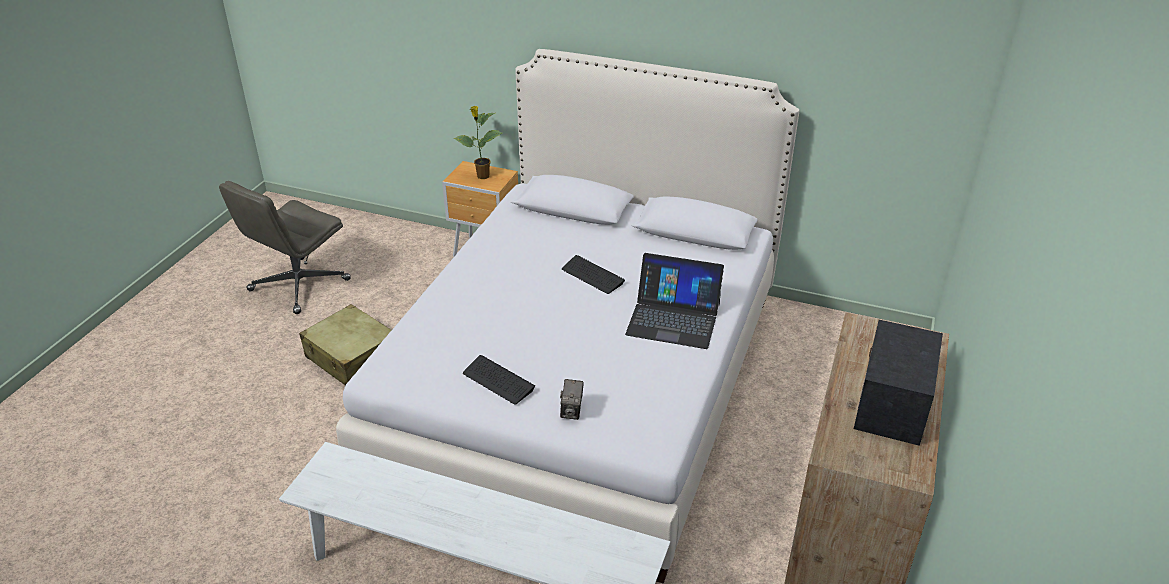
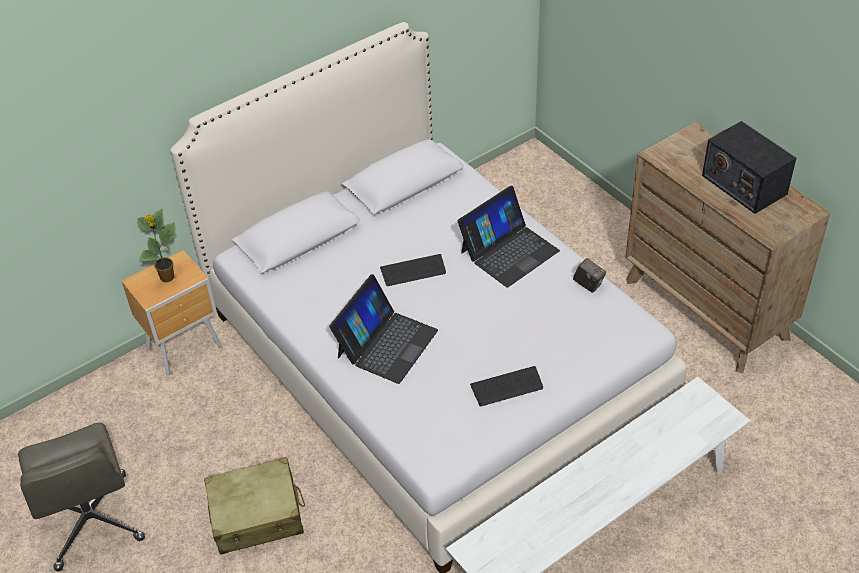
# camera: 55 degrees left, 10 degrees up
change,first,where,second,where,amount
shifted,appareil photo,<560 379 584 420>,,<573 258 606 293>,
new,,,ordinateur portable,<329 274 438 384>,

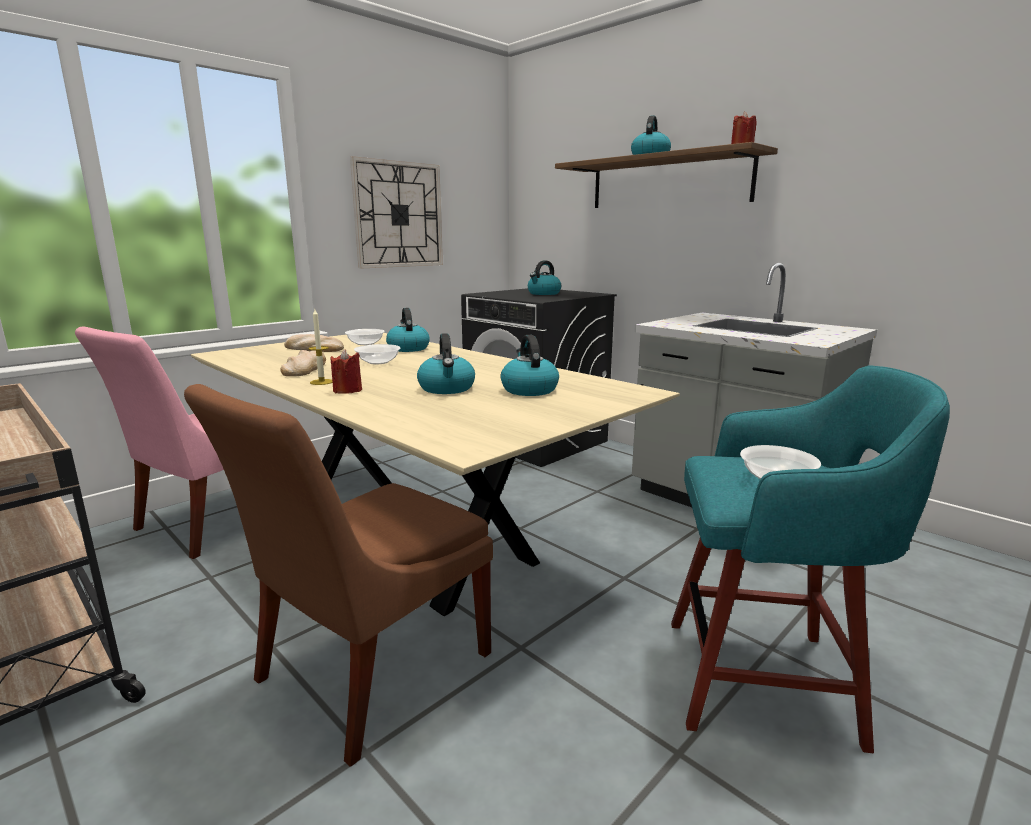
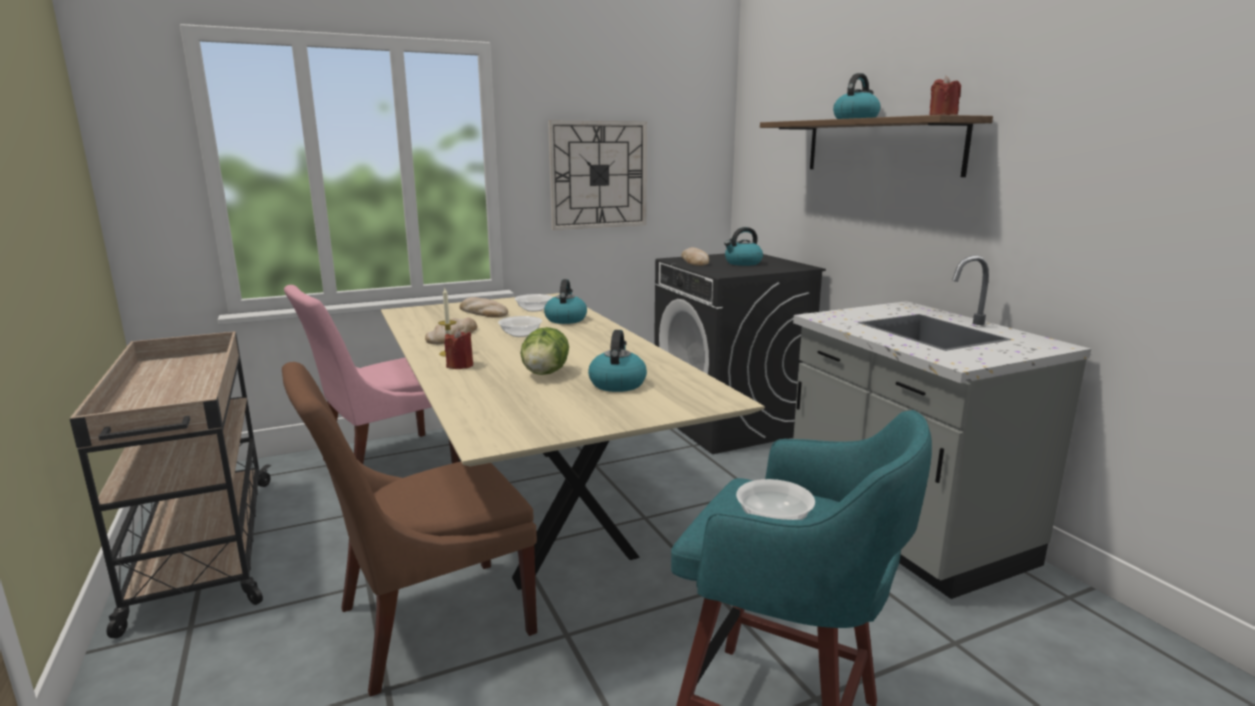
# camera: 20 degrees right, 0 degrees up
change,first,where,second,where,amount
swapped,bouilloire,<417 333 475 394>,laitue,<520 327 569 375>,
new,,,pain,<681 247 709 266>,

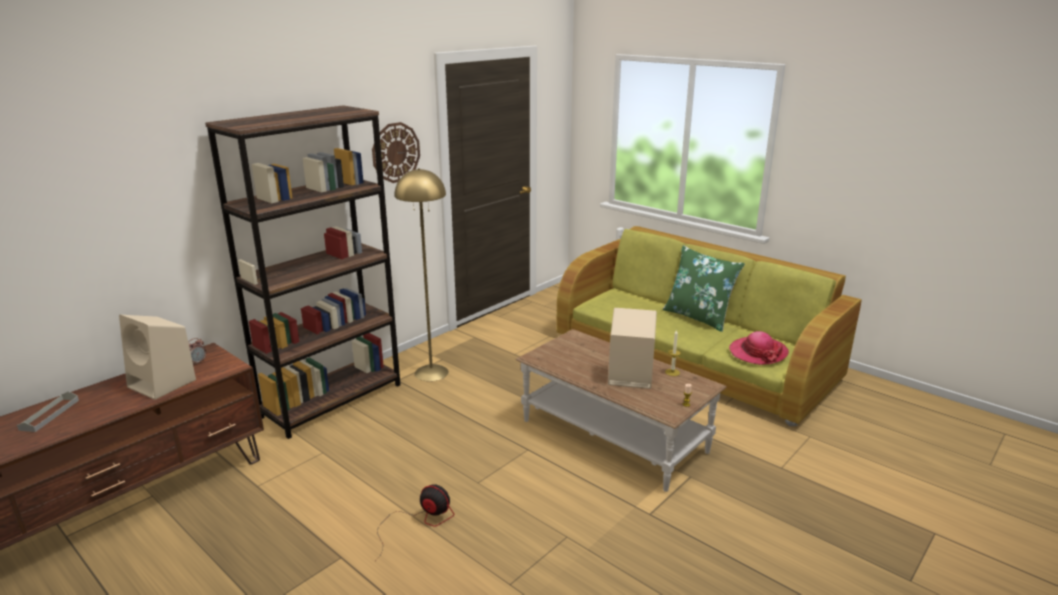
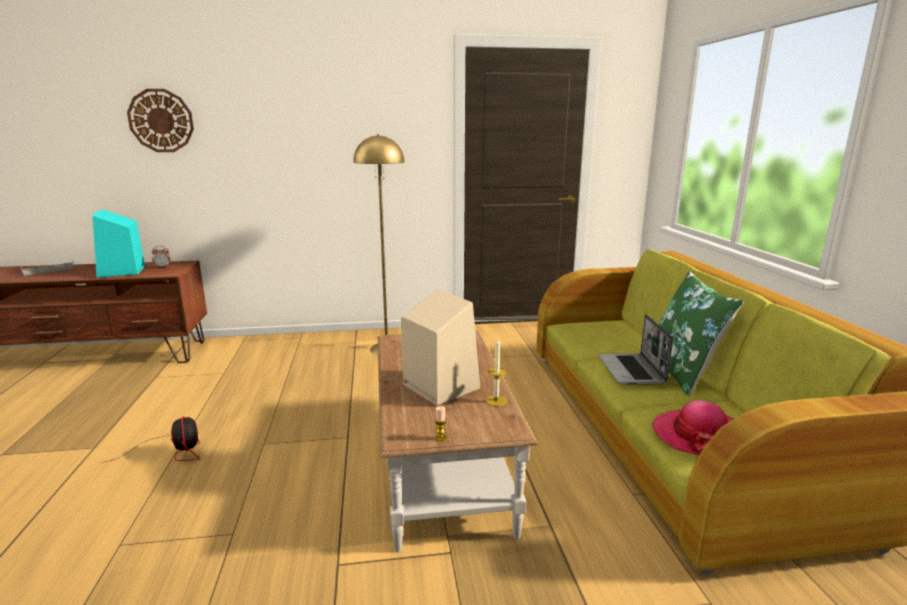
# camera: 40 degrees right, 5 degrees down
change,first,where,second,where,amount
gone,bibliothèque (marron),<205 105 401 439>,,,
shifted,horloge murale,<372 122 420 183>,,<127 89 194 152>,
repainted,enceinte (beige),<119 315 196 400>,enceinte (turquoise),<93 209 145 278>,
new,,,ordinateur portable,<598 314 673 385>,

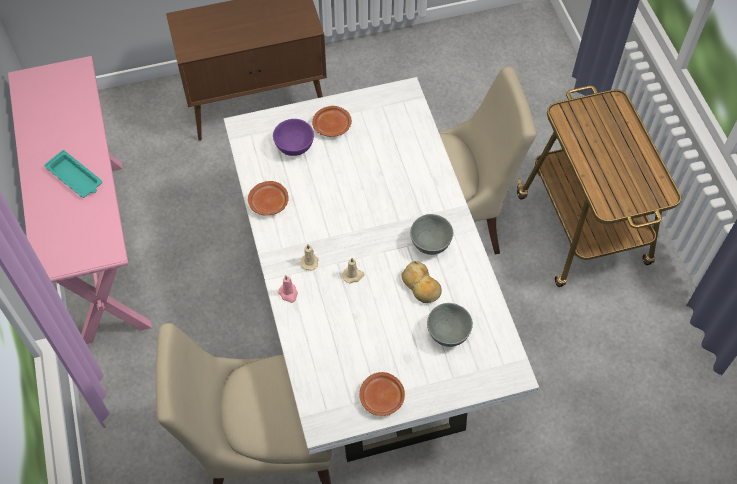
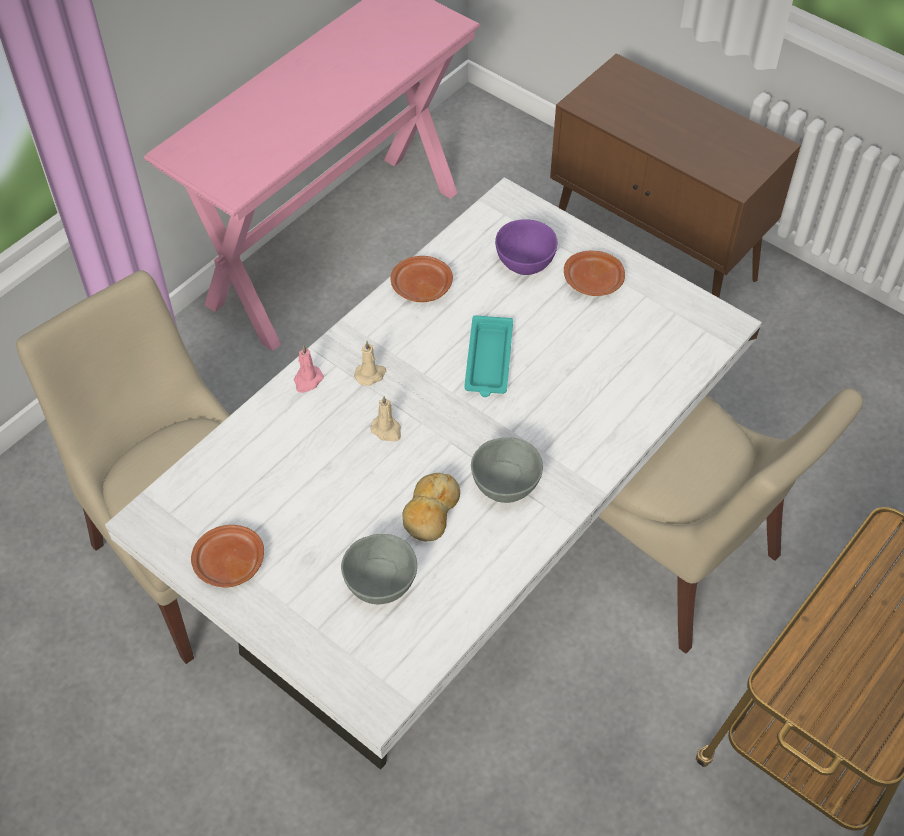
# camera: 55 degrees right, 5 degrees down
change,first,where,second,where,amount
shifted,plateau (turquoise),<44 150 102 198>,,<464 315 513 397>,

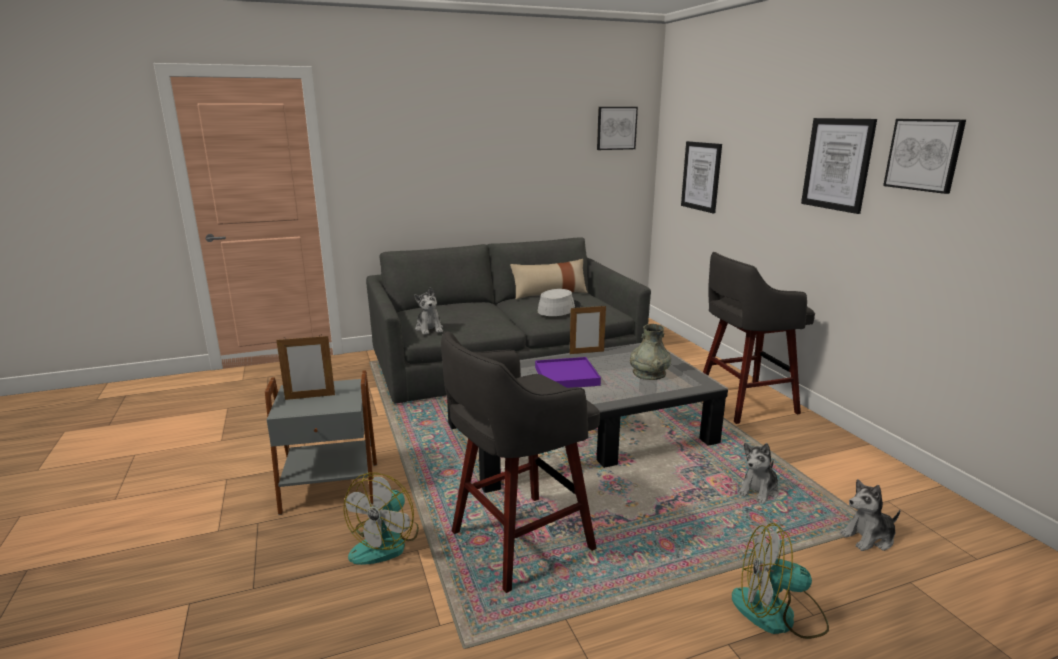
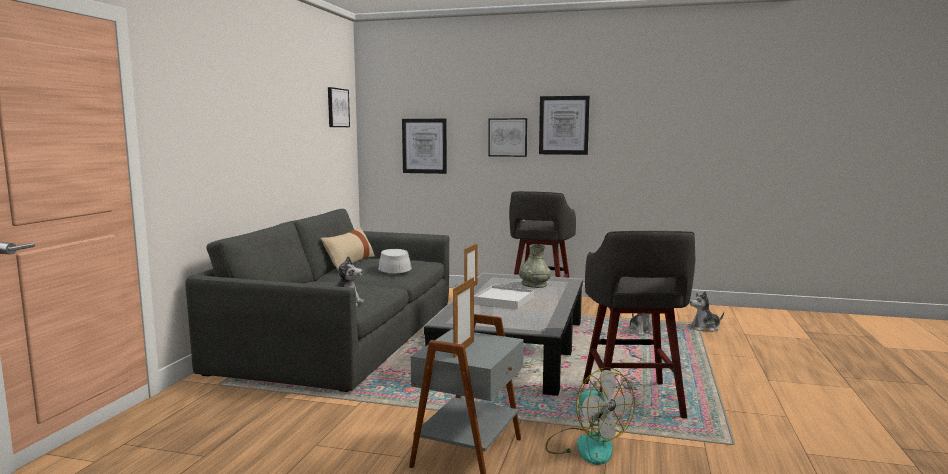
# camera: 55 degrees left, 10 degrees down
change,first,where,second,where,amount
shifted,tableau,<883 119 966 194>,,<488 118 527 157>,
repainted,plateau (violet),<535 357 601 388>,plateau (blanc),<474 286 534 309>,
rotated,peluche,<840 479 900 551>,,<688 291 724 332>,60 degrees clockwise
gone,ventilateur,<732 523 829 639>,,,

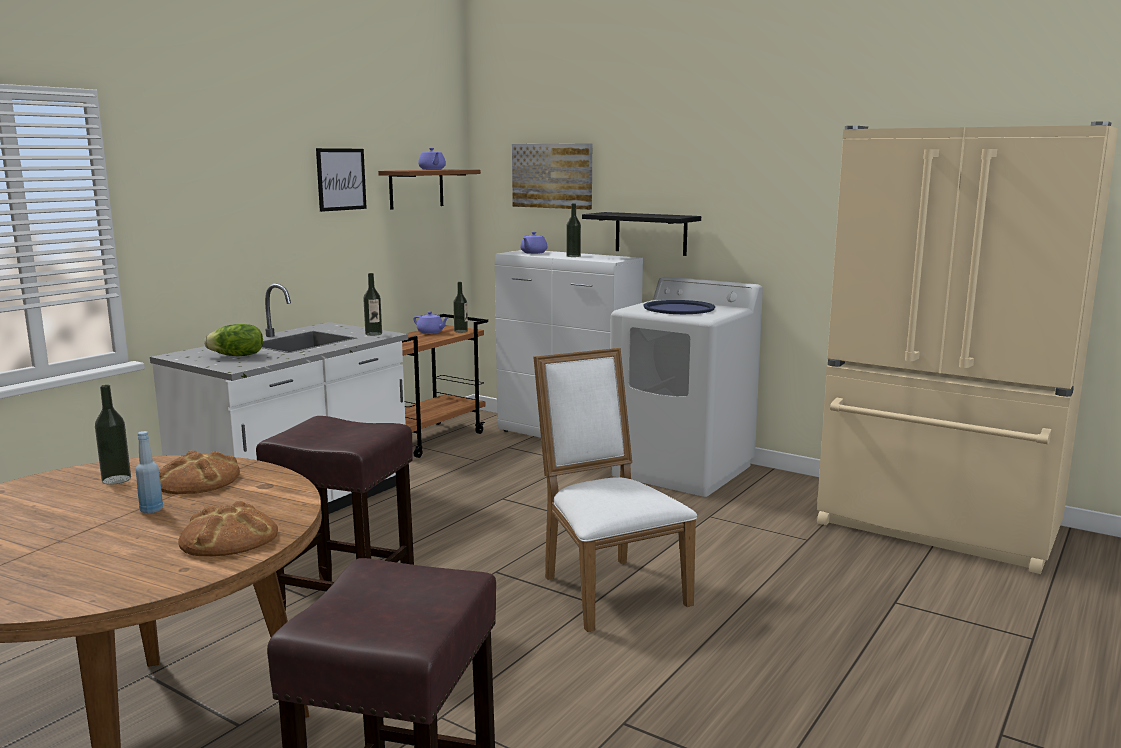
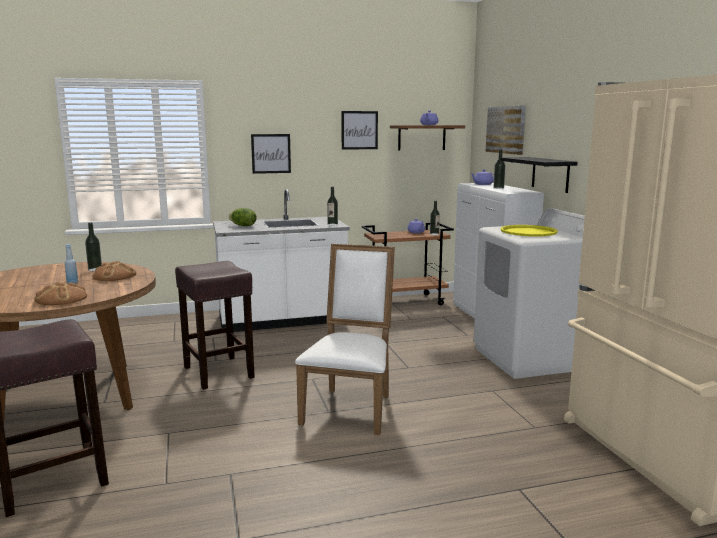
# camera: 40 degrees right, 0 degrees up
change,first,where,second,where,amount
repainted,plateau (bleu),<643 300 715 314>,plateau (jaune),<500 225 558 237>,
new,,,tableau,<251 134 291 174>,

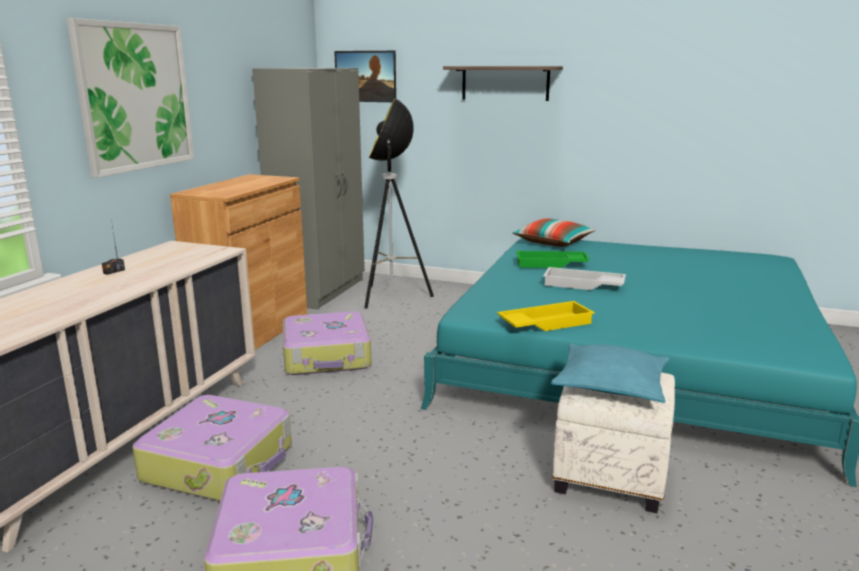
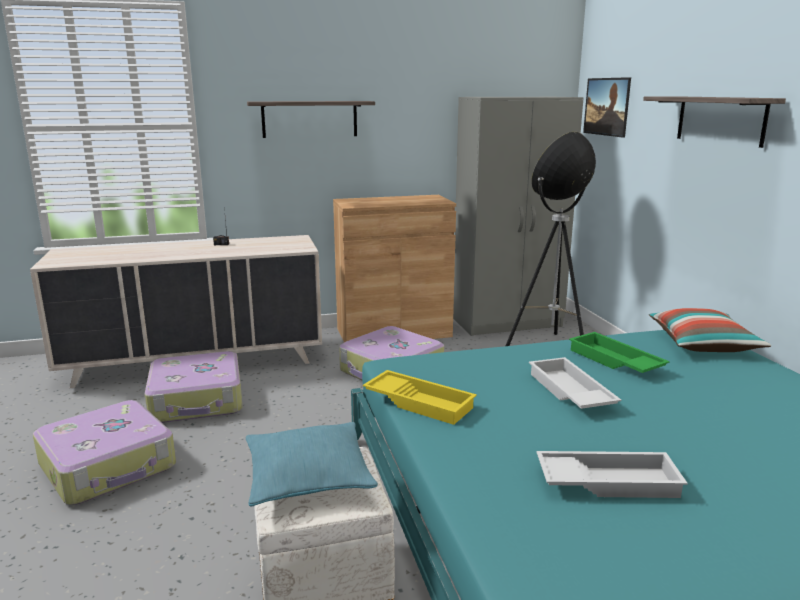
# camera: 55 degrees right, 0 degrees up
change,first,where,second,where,amount
swapped,tableau,<66 18 195 178>,étagère,<247 101 375 138>,
new,,,plateau (blanc),<536 451 688 498>,

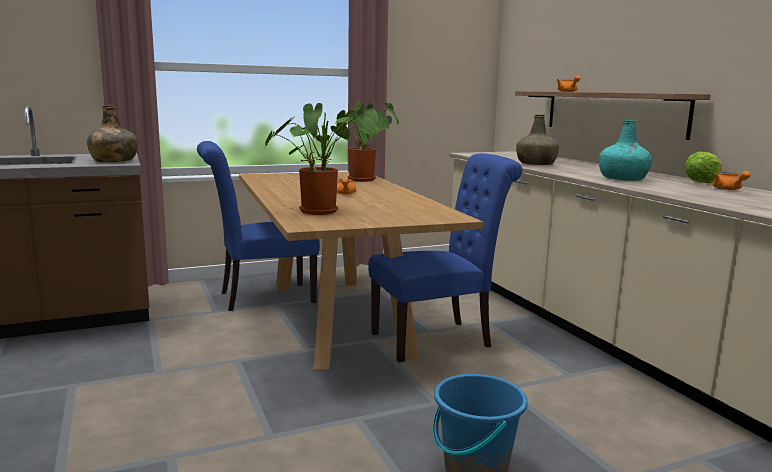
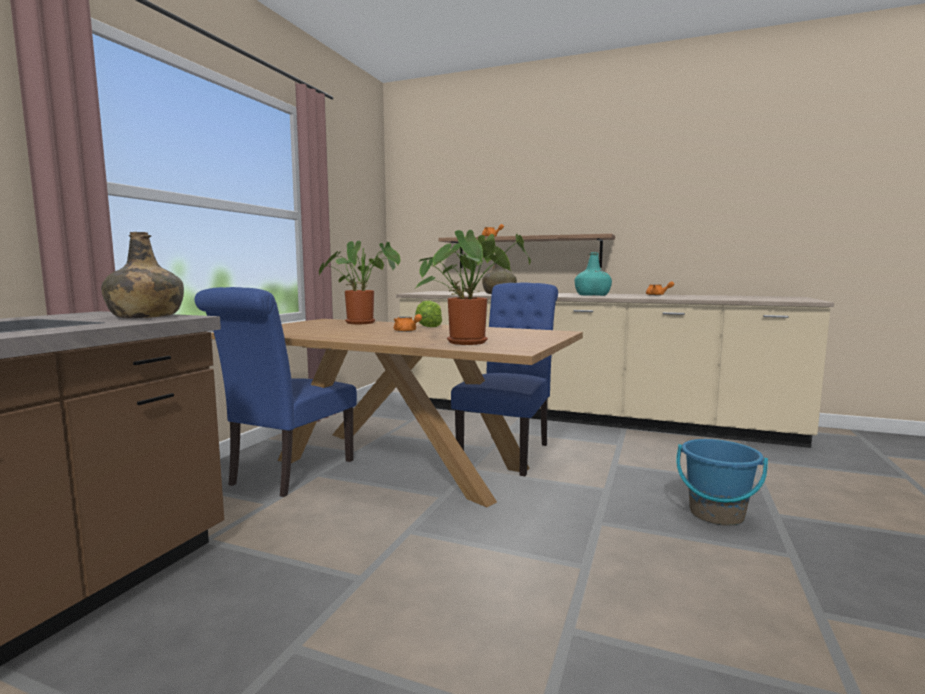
# camera: 45 degrees left, 5 degrees down
change,first,where,second,where,amount
shifted,laitue,<684 152 721 184>,,<415 300 442 327>,

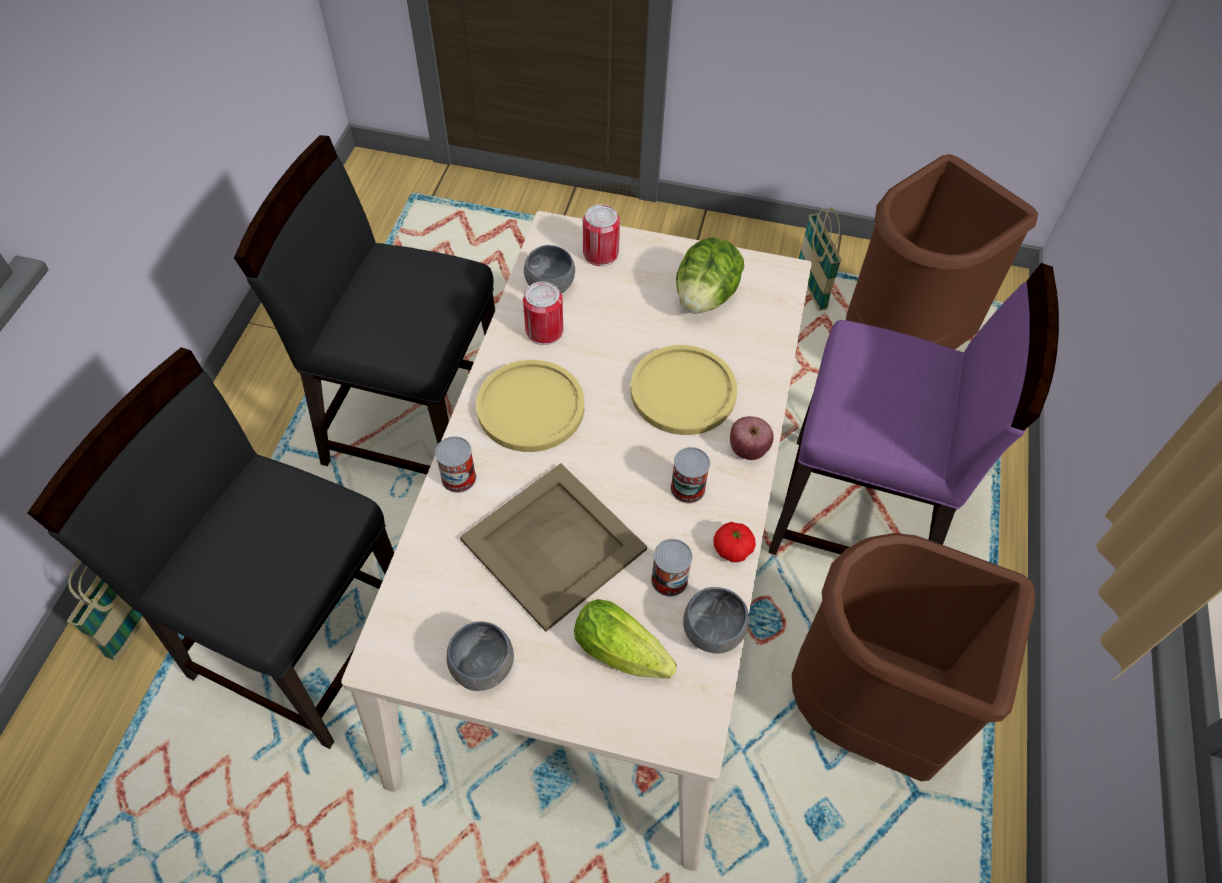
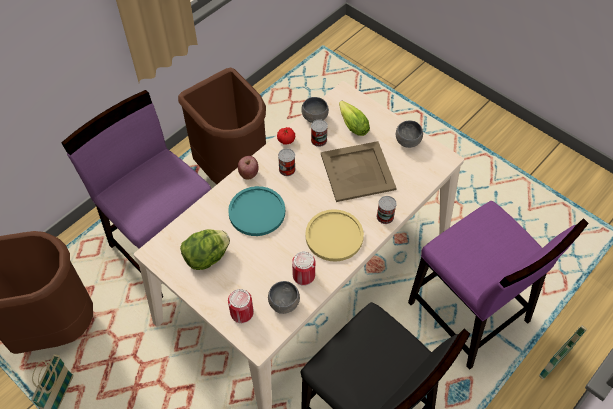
# camera: 150 degrees left, 0 degrees up
change,first,where,second,where,amount
repainted,assiette (jaune),<630 345 737 435>,assiette (turquoise),<228 186 285 236>,
repainted,chaise (noir),<28 347 394 749>,chaise (violet),<408 201 589 370>,

